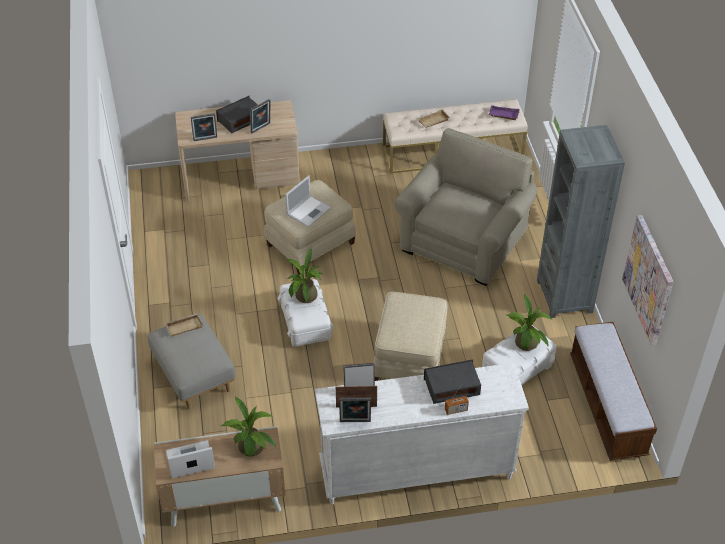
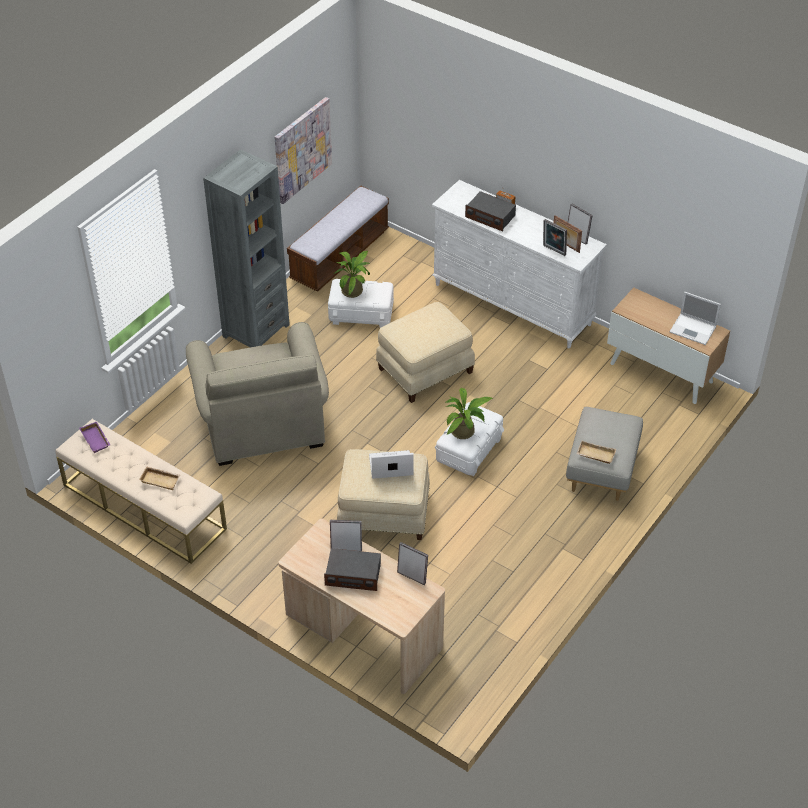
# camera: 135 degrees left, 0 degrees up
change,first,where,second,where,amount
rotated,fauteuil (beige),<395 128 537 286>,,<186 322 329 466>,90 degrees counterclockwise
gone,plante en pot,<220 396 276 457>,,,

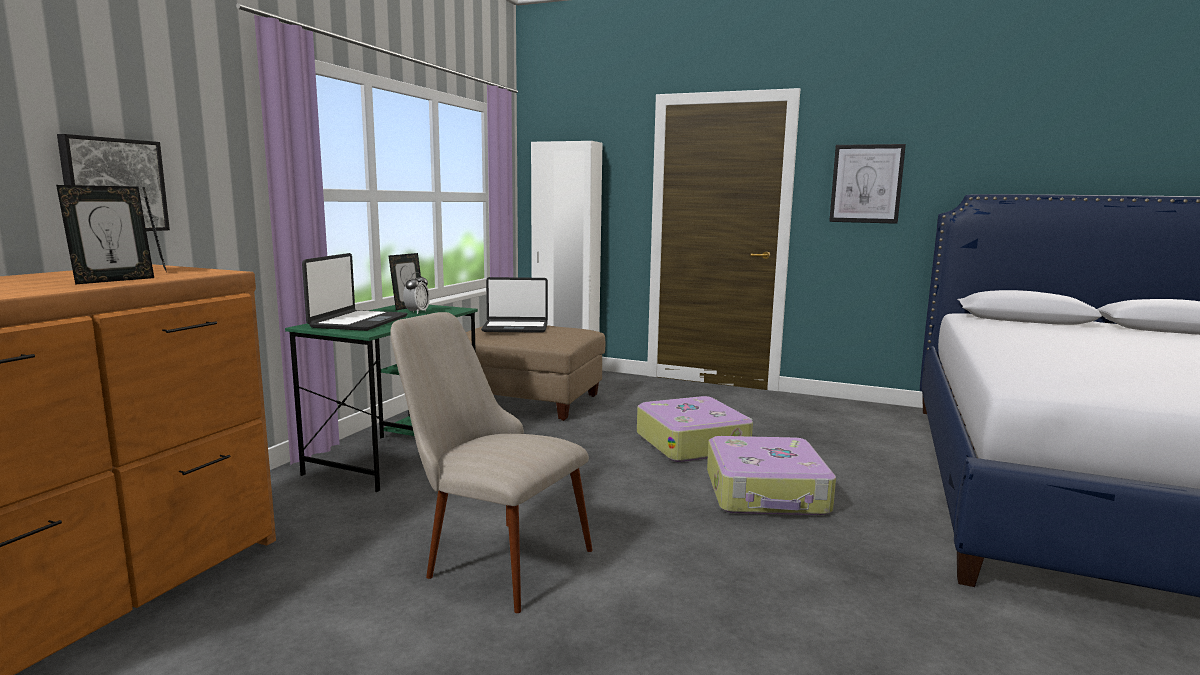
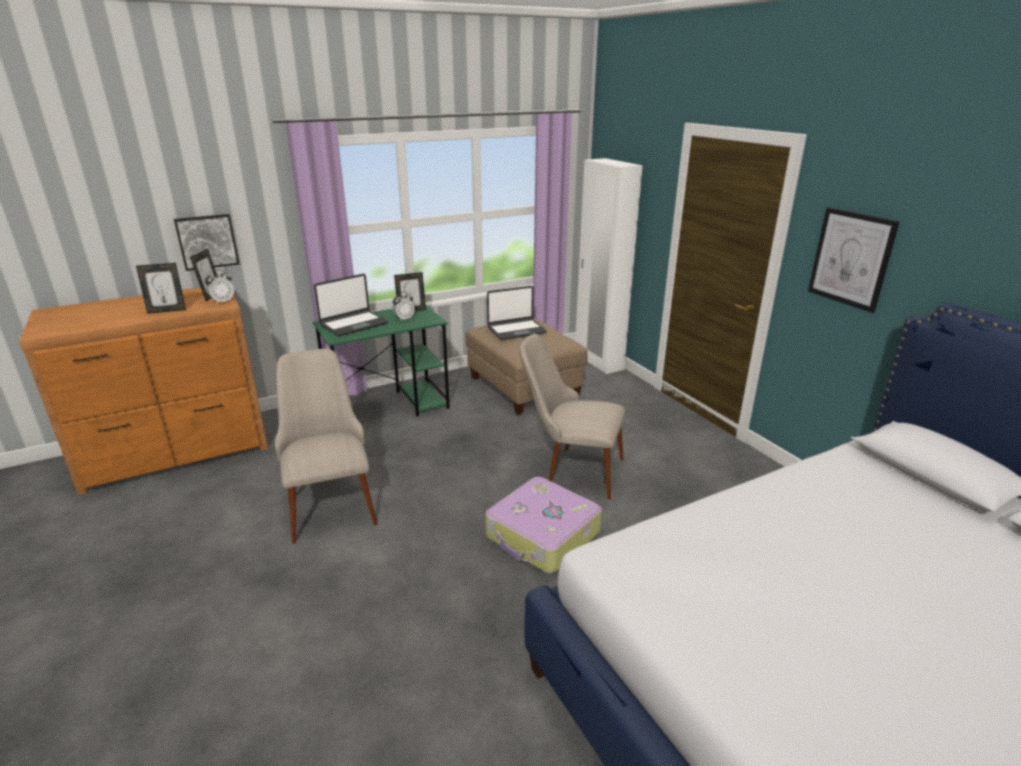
# camera: 40 degrees right, 15 degrees up
change,first,where,second,where,amount
rotated,ordinateur portable,<481 277 548 333>,,<487 286 547 340>,60 degrees counterclockwise
swapped,valise,<637 396 753 462>,chaise (beige),<520 334 626 500>,
new,,,réveil,<205 269 234 304>,

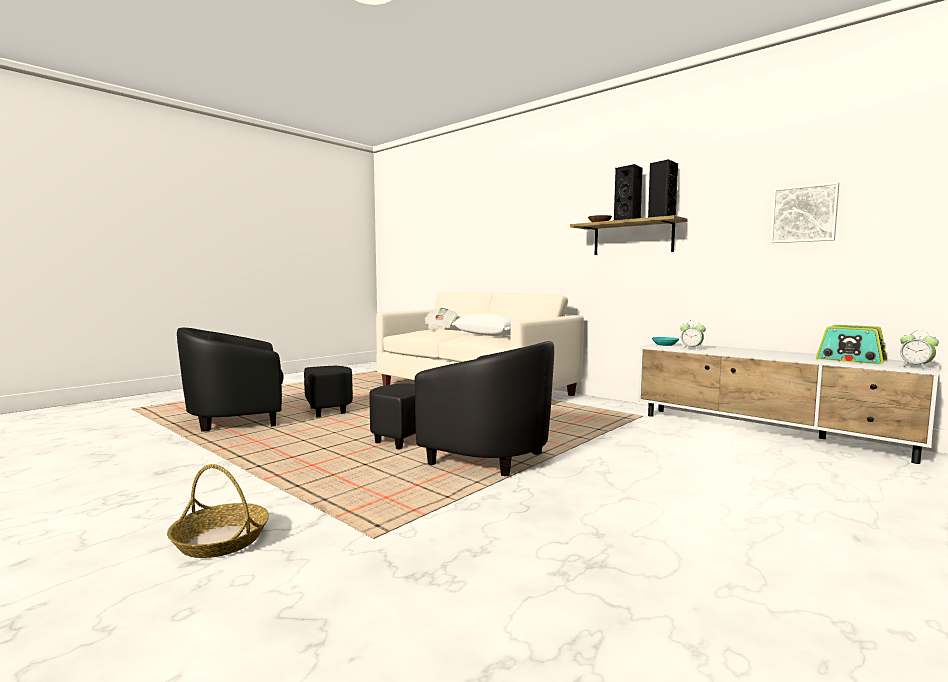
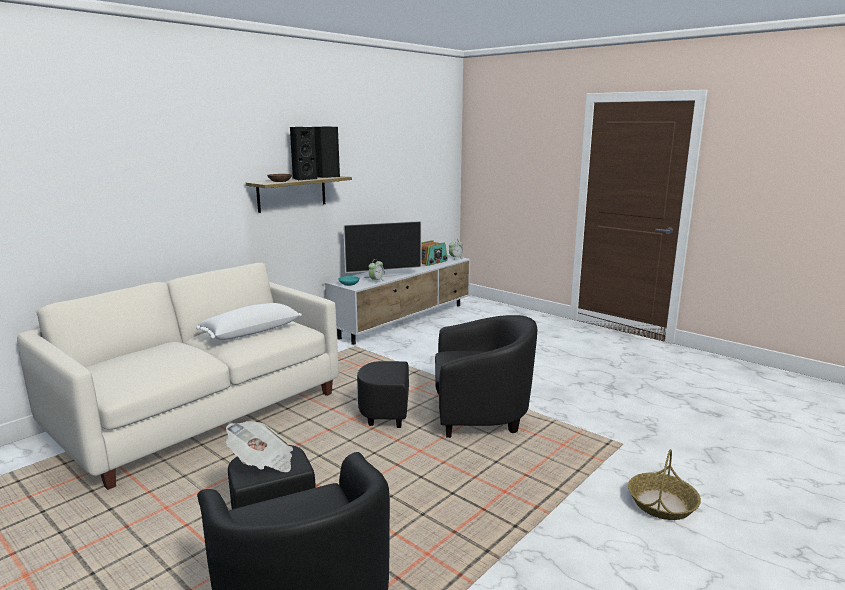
# camera: 90 degrees left, 10 degrees up
change,first,where,second,where,amount
gone,tableau,<770 182 839 243>,,,
shifted,journal,<424 308 458 330>,,<226 421 293 472>,
rotated,fauteuil (noir),<369 341 554 476>,,<357 315 537 438>,60 degrees clockwise
new,,,téléviseur,<343 221 422 278>,

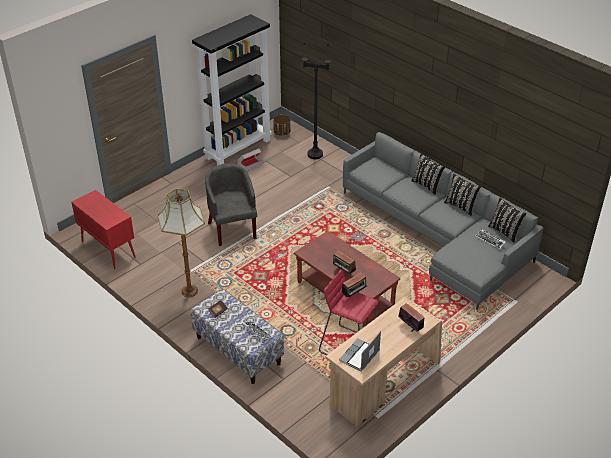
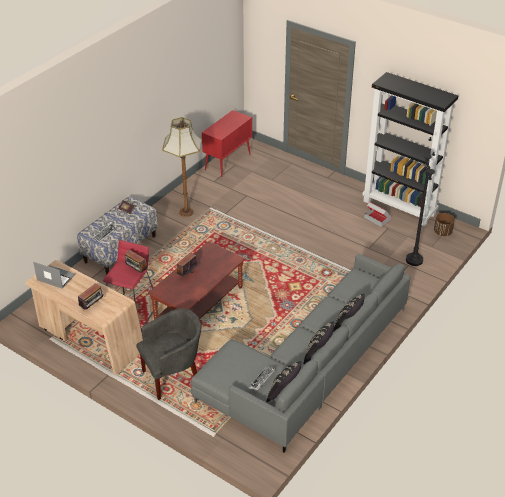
# camera: 80 degrees right, 0 degrees up
change,first,where,second,where,amount
shifted,fauteuil (gris),<205 163 257 246>,,<136 308 201 400>,

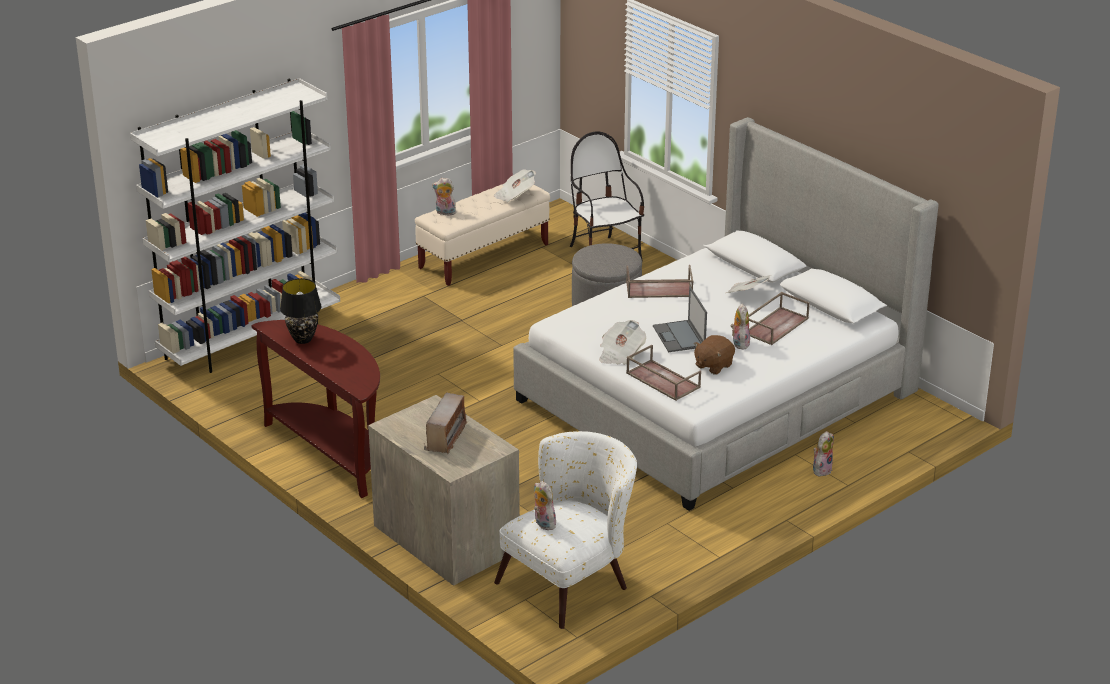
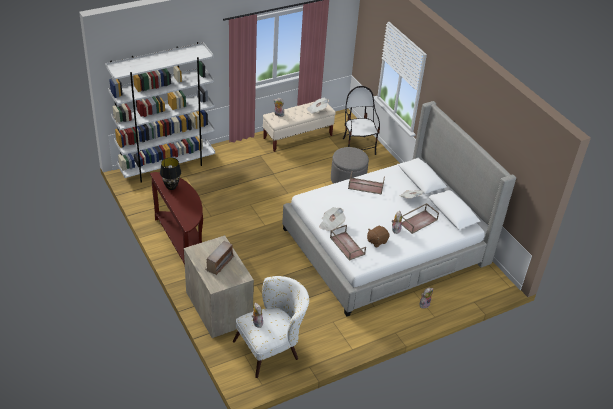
# camera: 10 degrees right, 10 degrees up
change,first,where,second,where,amount
gone,ordinateur portable,<653 287 707 352>,,,

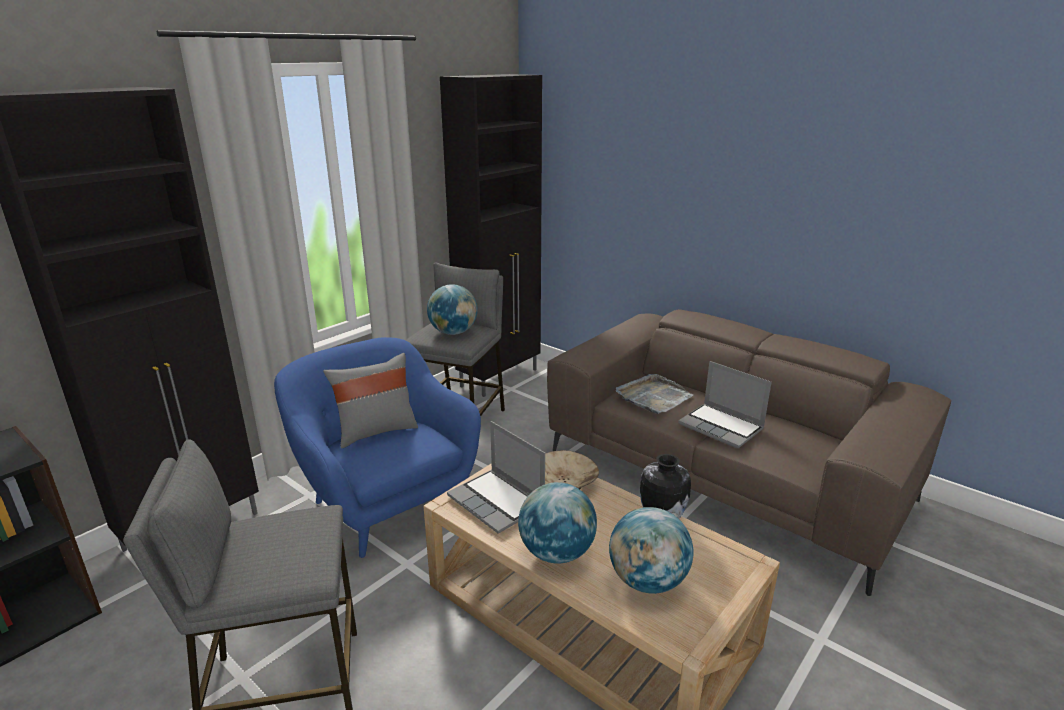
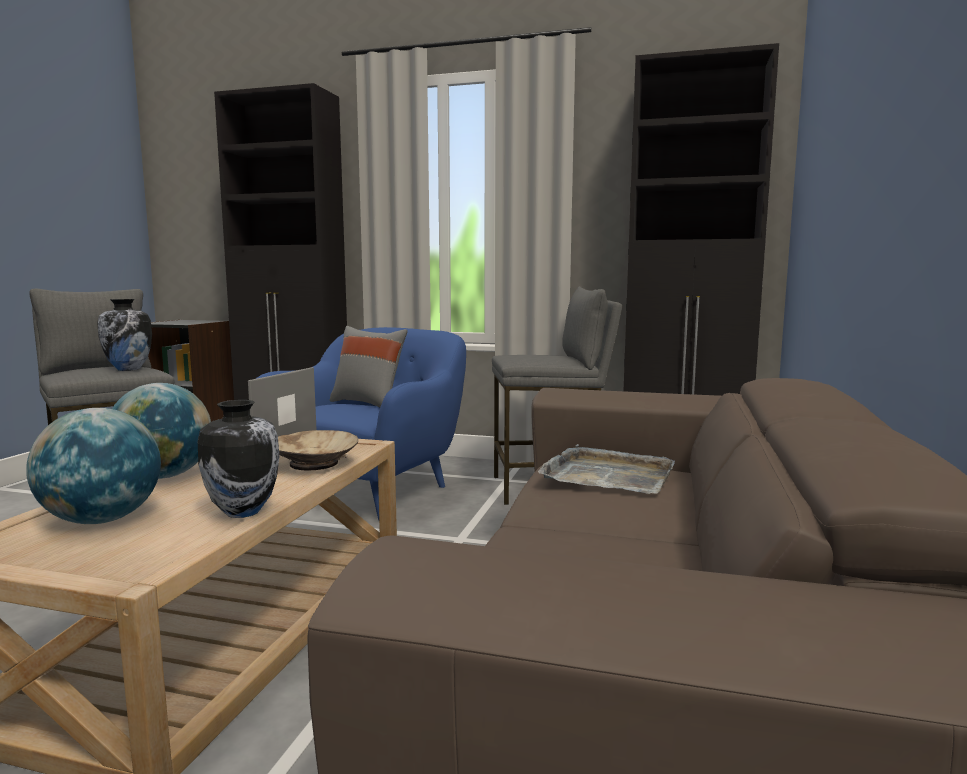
# camera: 65 degrees right, 15 degrees down
change,first,where,second,where,amount
gone,globe,<427 284 478 335>,,,
gone,ordinateur portable,<678 361 772 448>,,,
new,,,vase,<97 299 152 371>,

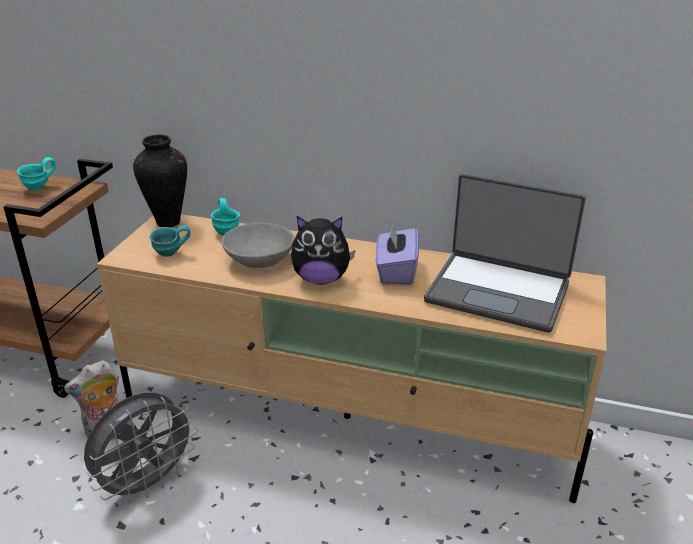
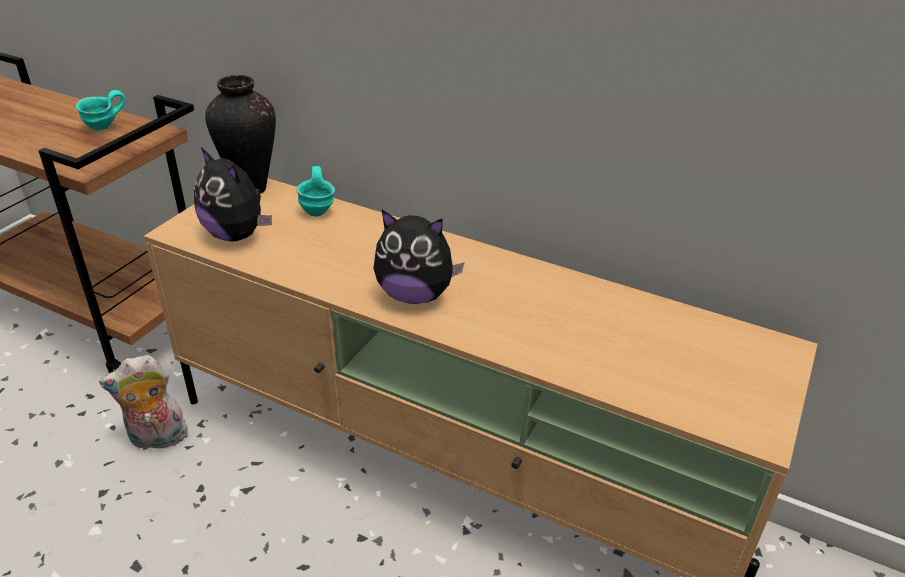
# camera: 10 degrees right, 5 degrees up
change,first,where,second,where,amount
gone,ordinateur portable,<424 174 586 333>,,,
gone,bol (gris),<222 223 294 268>,,,
gone,boîte à mouchoirs (violet),<376 223 419 285>,,,
swapped,mug (turquoise),<149 225 191 257>,peluche,<194 147 272 241>,
gone,ventilateur (gris),<84 393 198 503>,,,

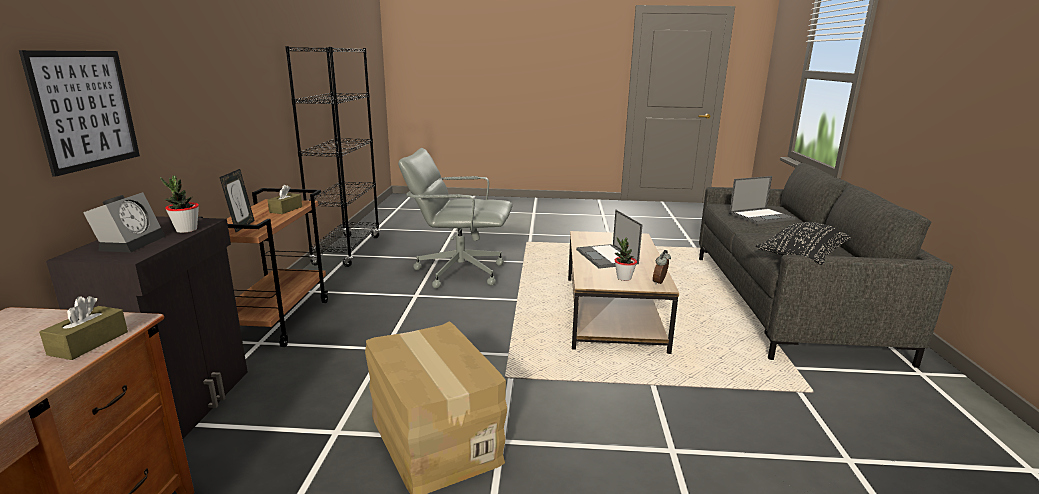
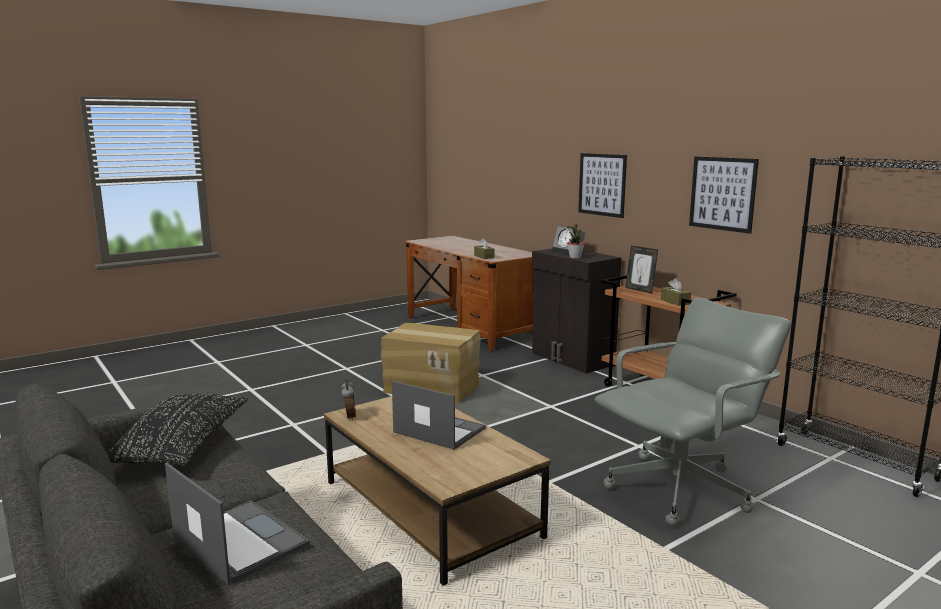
# camera: 140 degrees right, 5 degrees down
change,first,where,second,where,amount
rotated,ordinateur portable,<729 176 795 224>,,<165 463 310 585>,105 degrees clockwise
gone,plante en pot,<614 237 637 281>,,,
new,,,tableau,<689 156 759 234>,

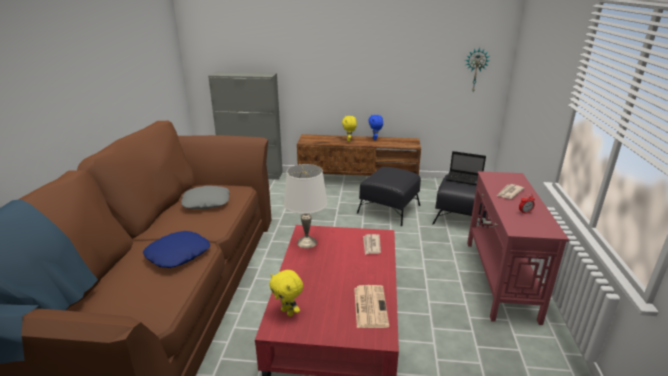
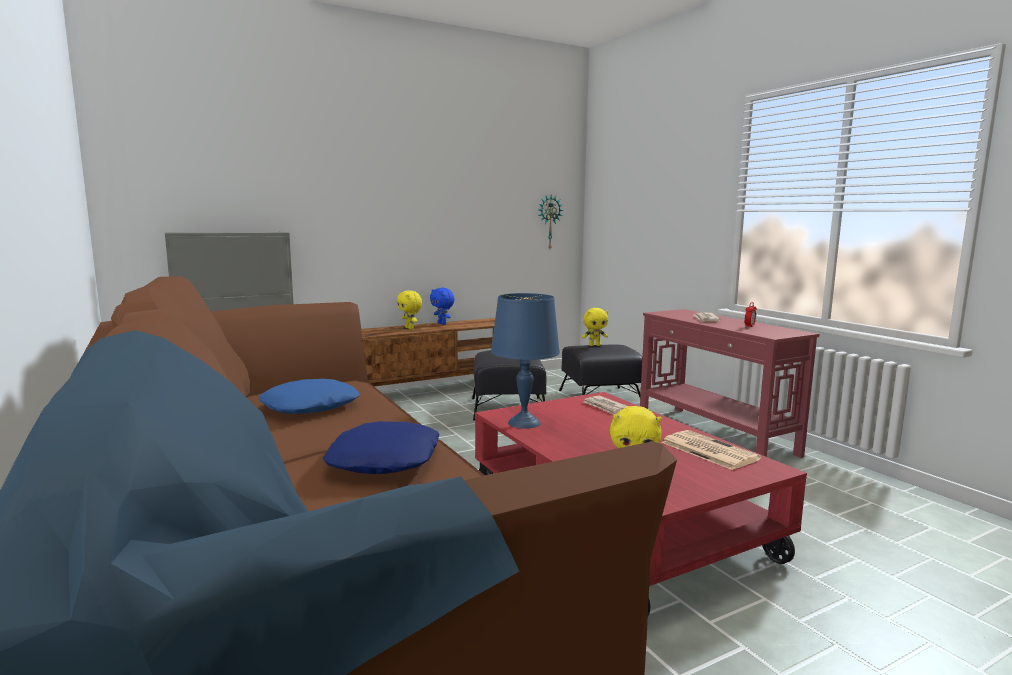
# camera: 35 degrees left, 15 degrees down
change,first,where,second,where,amount
swapped,ordinateur portable,<446 151 486 185>,peluche (jaune),<582 308 608 346>,
repainted,lampe de table (blanc),<284 164 327 248>,lampe de table (bleu),<491 293 560 429>,
repainted,coussin (gris),<181 186 230 209>,coussin (bleu),<258 379 360 414>,

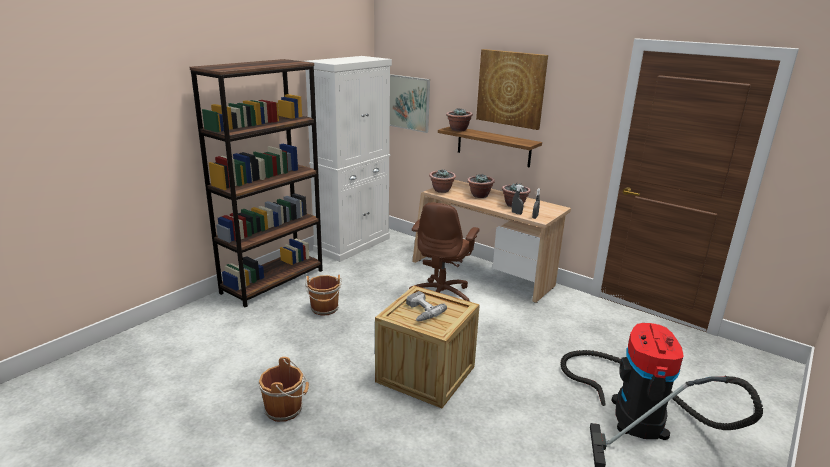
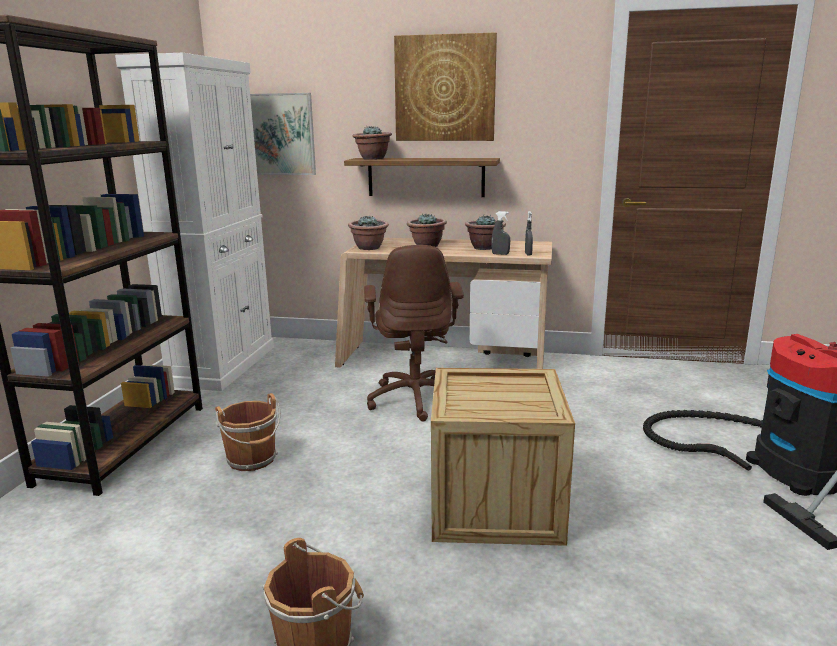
# camera: 25 degrees left, 5 degrees down
change,first,where,second,where,amount
gone,perceuse,<406 291 447 321>,,,

